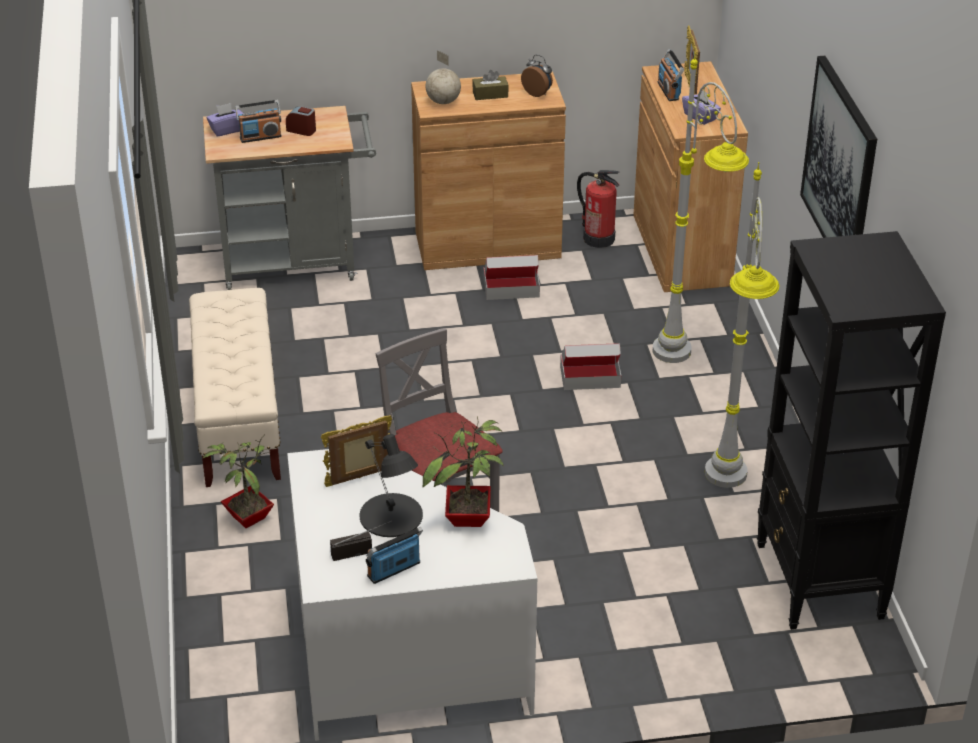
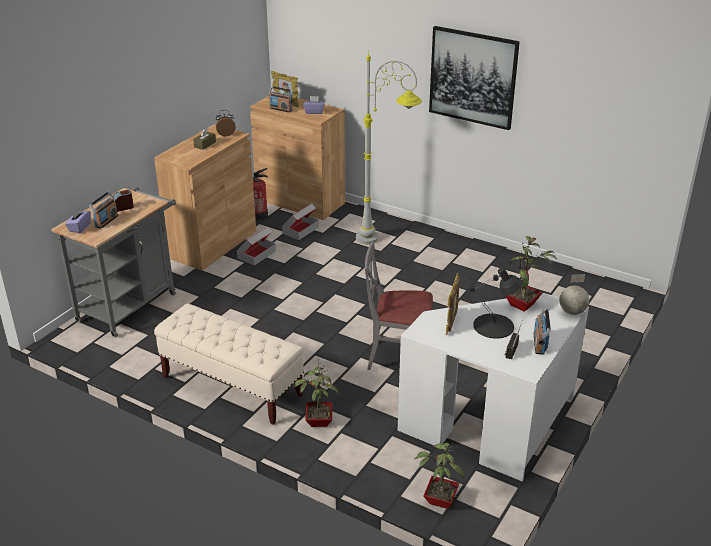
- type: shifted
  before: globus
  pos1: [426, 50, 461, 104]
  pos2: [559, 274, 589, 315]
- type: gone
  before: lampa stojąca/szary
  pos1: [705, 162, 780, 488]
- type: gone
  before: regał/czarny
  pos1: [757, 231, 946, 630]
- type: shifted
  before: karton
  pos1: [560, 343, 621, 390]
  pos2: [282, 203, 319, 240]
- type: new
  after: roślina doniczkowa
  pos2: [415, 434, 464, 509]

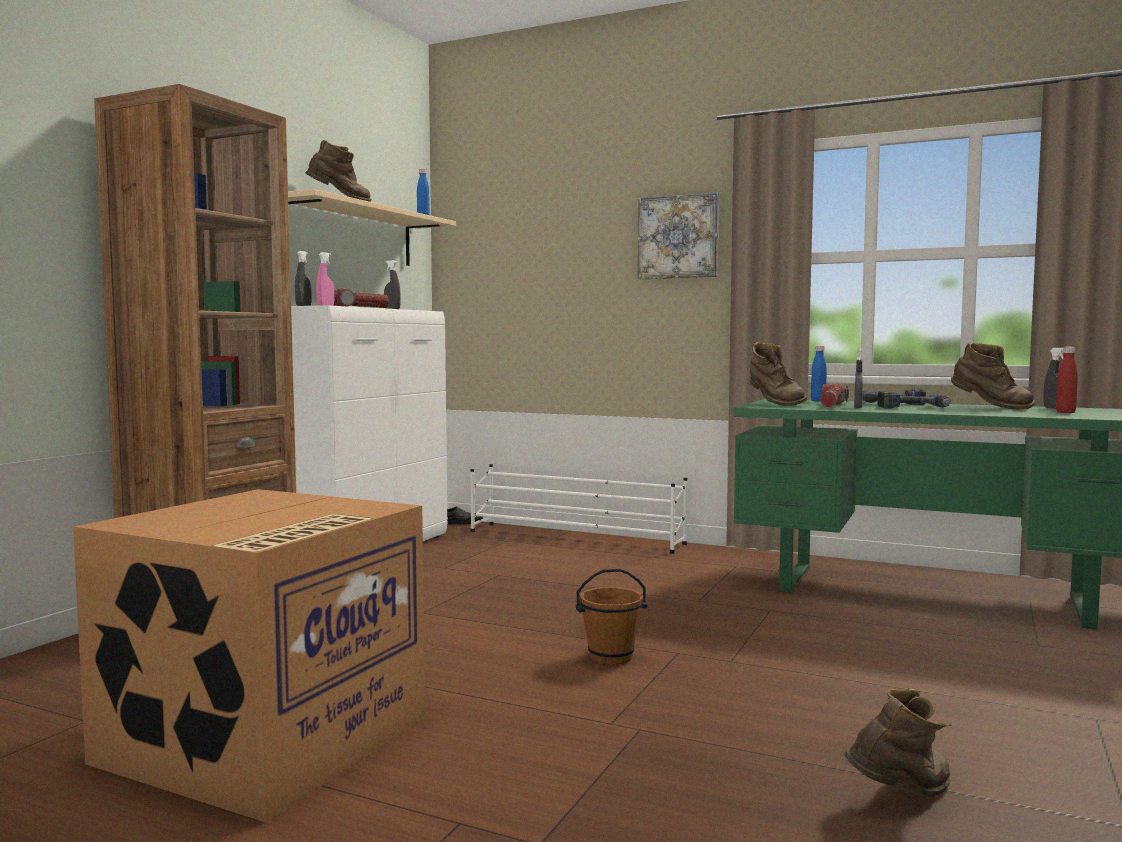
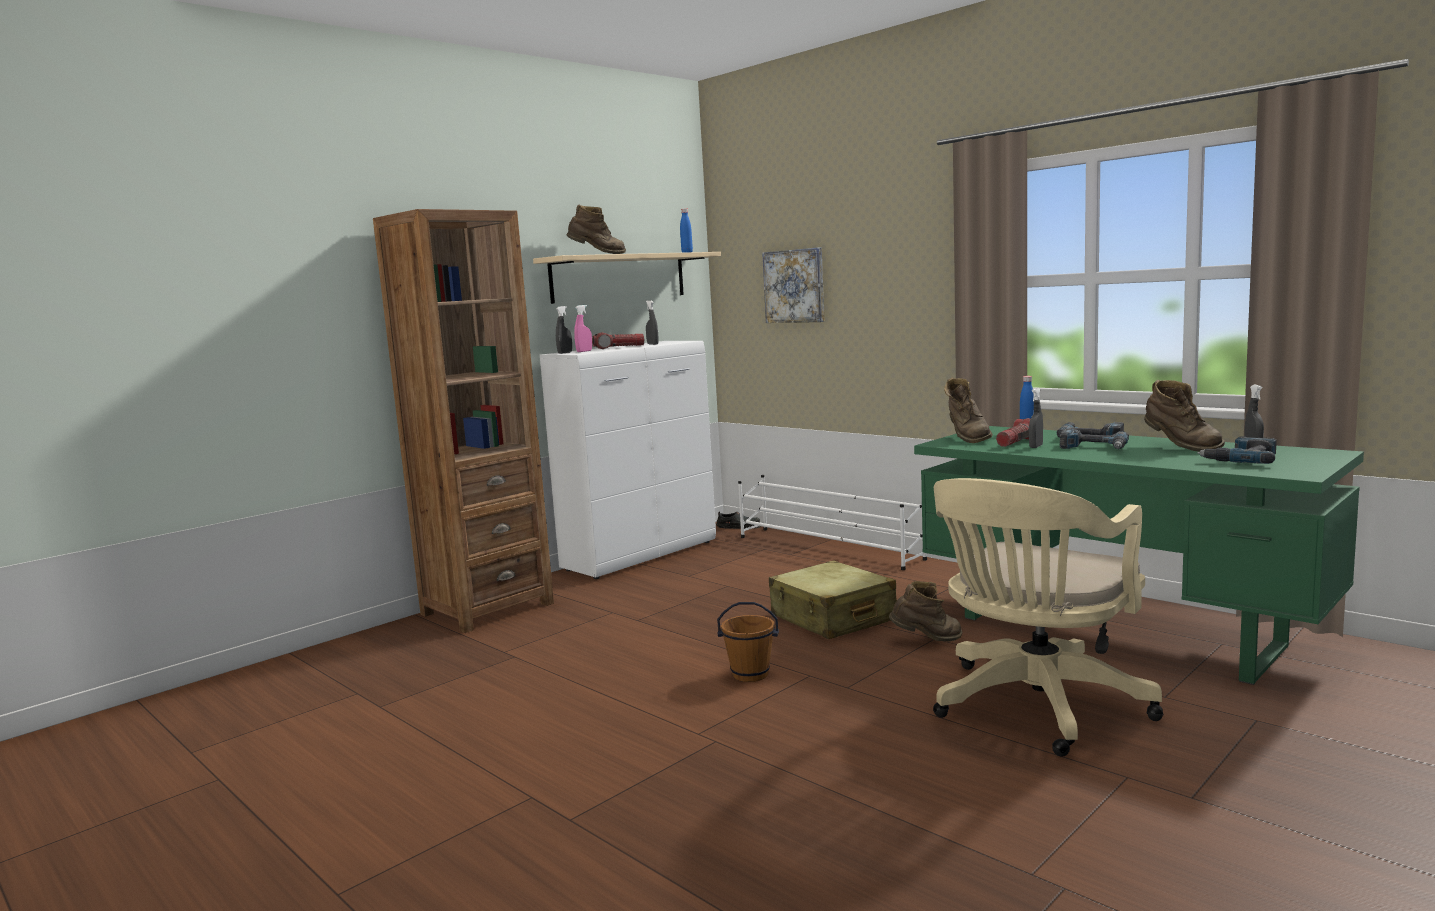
- type: shifted
  before: obraz
  pos1: [638, 192, 719, 279]
  pos2: [762, 247, 824, 323]
- type: swapped
  before: butelka/czerwony
  after: wiertarka
  pos1: [1056, 347, 1078, 413]
  pos2: [1197, 436, 1277, 464]
- type: gone
  before: karton
  pos1: [73, 489, 425, 823]
- type: shifted
  before: but z cholewką/brązowy
  pos1: [845, 689, 952, 798]
  pos2: [889, 581, 963, 641]
- type: new
  after: krzesło biurowe/beżowy
  pos2: [933, 478, 1164, 756]
- type: new
  after: walizka/beżowy
  pos2: [769, 560, 897, 639]

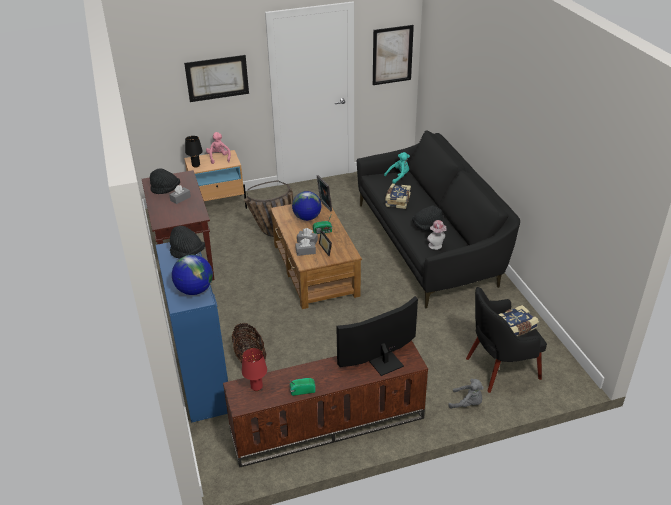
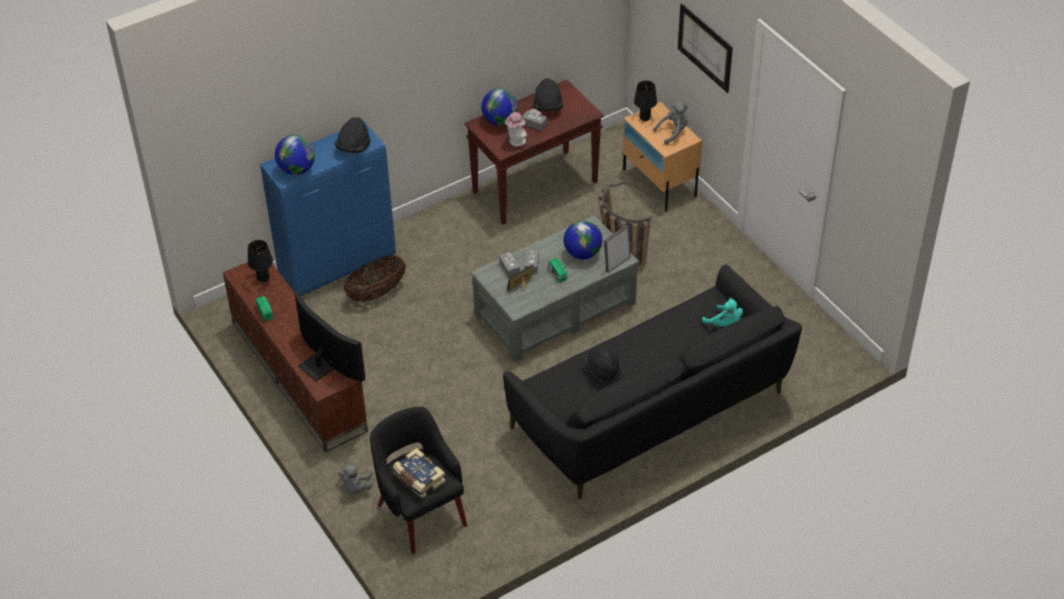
- type: gone
  before: obraz
  pos1: [373, 25, 414, 85]
- type: repainted
  before: pluszak/różowy
  after: pluszak/szary
  pos1: [206, 132, 231, 164]
  pos2: [653, 102, 689, 145]
- type: gone
  before: książka
  pos1: [385, 184, 411, 209]
- type: repainted
  before: ława/brązowy
  after: ława/szary
  pos1: [270, 202, 362, 309]
  pos2: [470, 215, 639, 362]
- type: shifted
  before: kapelusz
  pos1: [427, 220, 447, 250]
  pos2: [505, 112, 527, 147]
- type: repainted
  before: lampa stołowa/czerwony
  after: lampa stołowa/czarny
  pos1: [242, 348, 267, 391]
  pos2: [248, 240, 273, 282]
- type: new
  after: globus
  pos2: [481, 88, 518, 126]

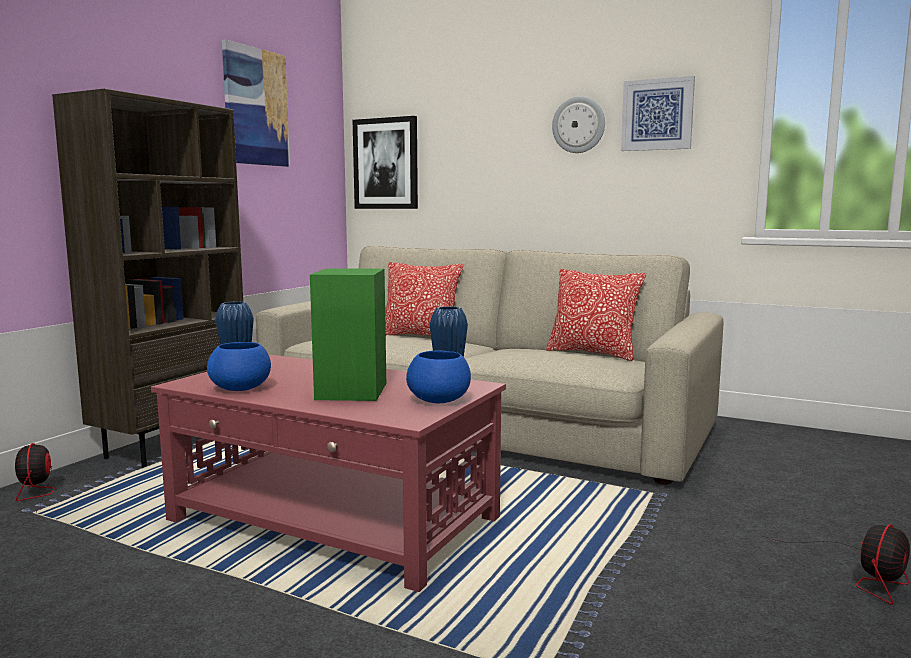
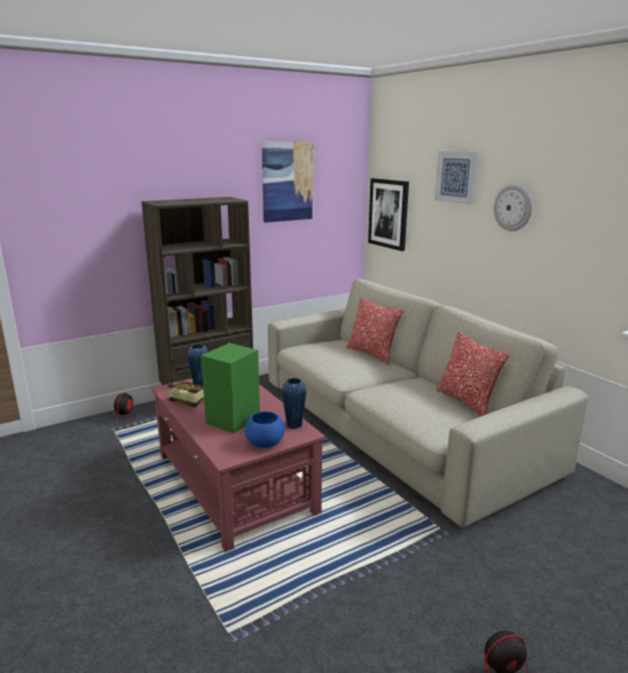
- type: shifted
  before: obraz
  pos1: [621, 76, 695, 151]
  pos2: [435, 151, 478, 205]
- type: swapped
  before: miska/niebieski
  after: książka
  pos1: [207, 342, 271, 391]
  pos2: [166, 381, 204, 407]

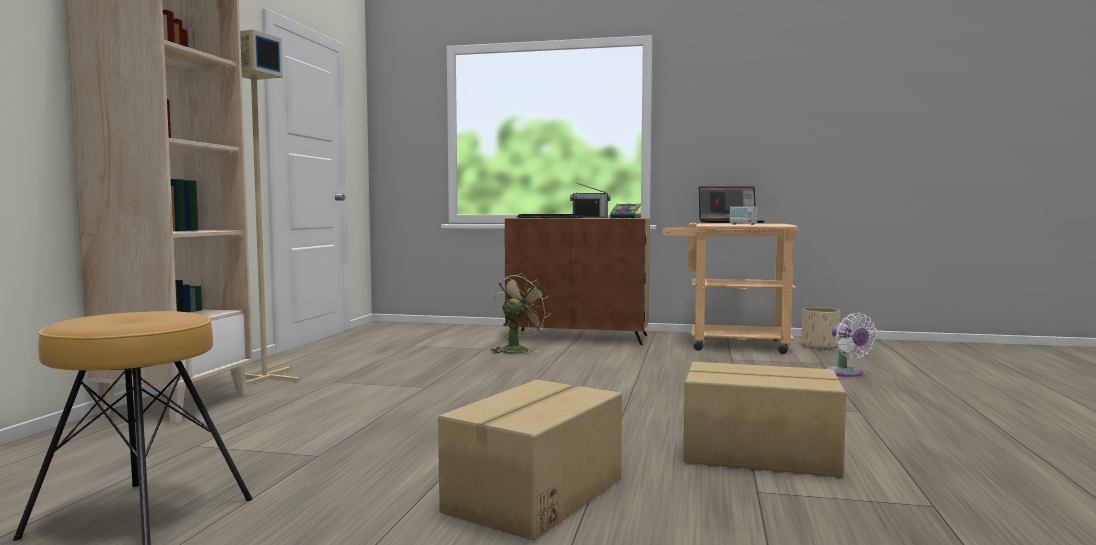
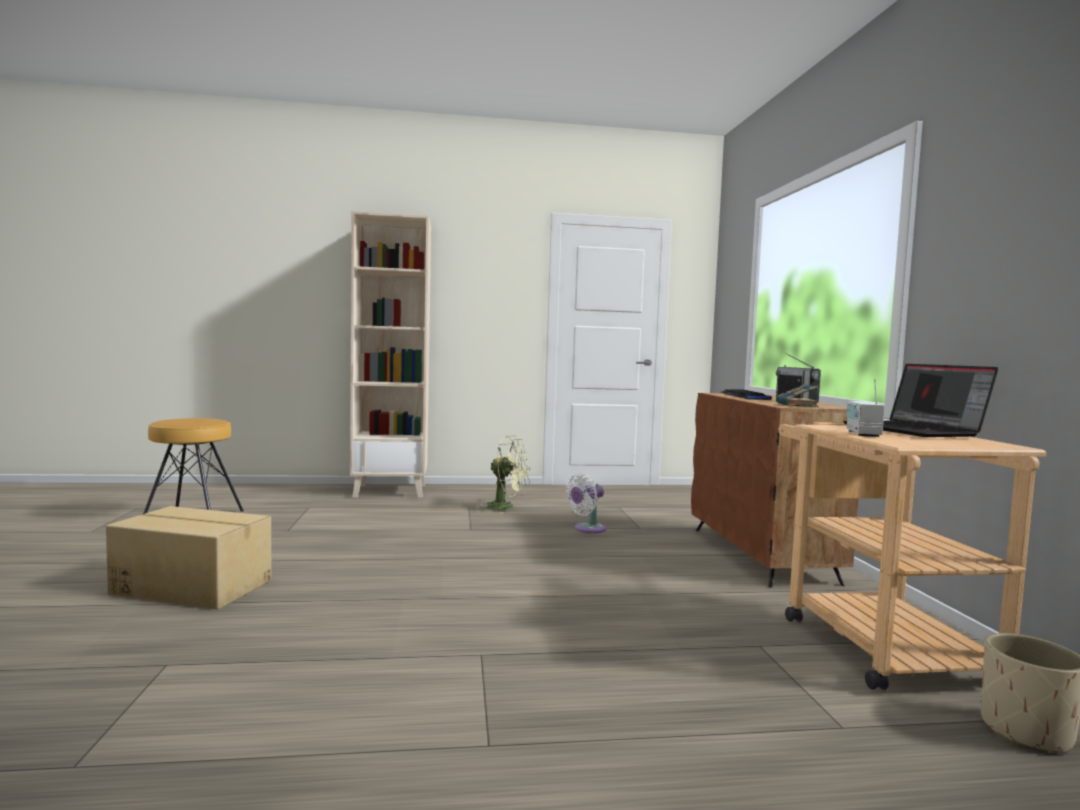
- type: gone
  before: lampa stojąca/beżowy
  pos1: [231, 29, 299, 386]
- type: shifted
  before: wentylator/zielony
  pos1: [490, 273, 551, 354]
  pos2: [482, 435, 530, 514]
- type: shifted
  before: wentylator/biały
  pos1: [827, 313, 877, 377]
  pos2: [565, 473, 606, 533]
- type: gone
  before: karton
  pos1: [683, 362, 846, 477]

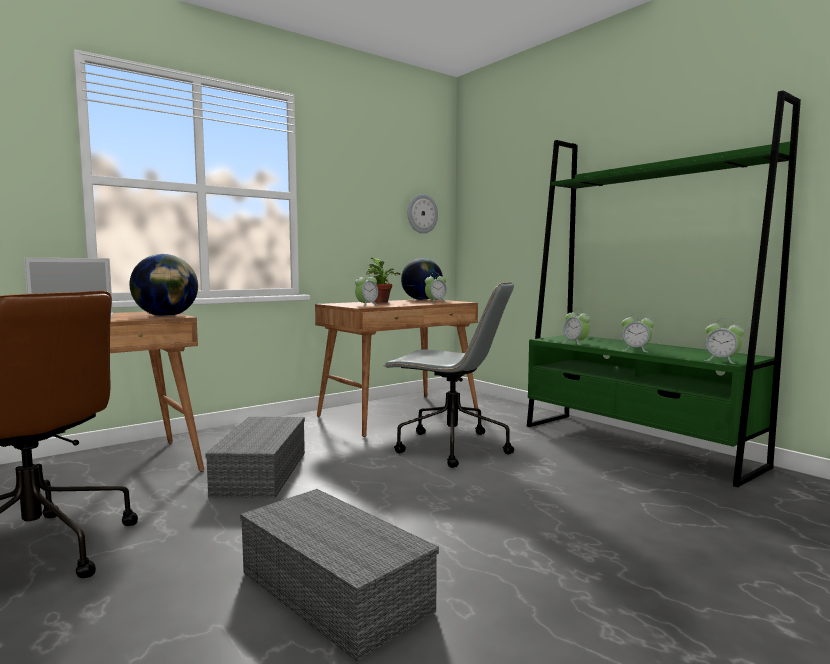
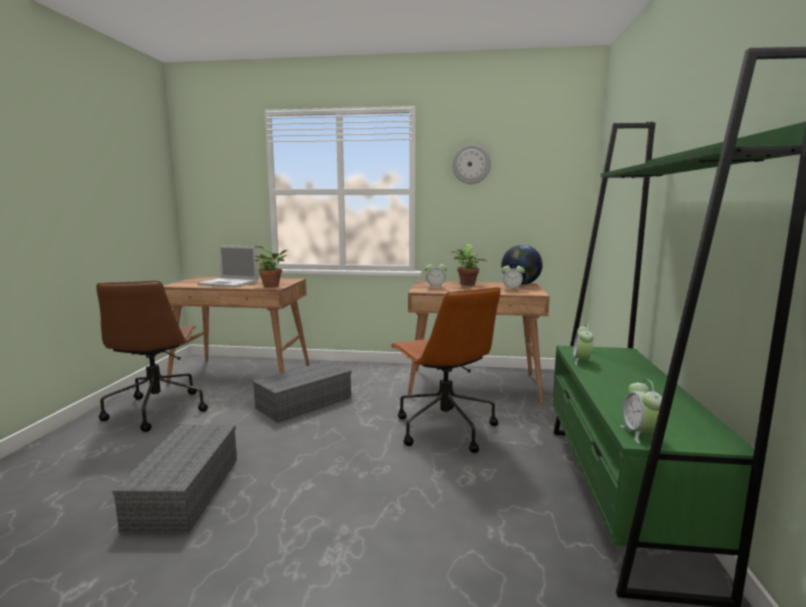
- type: shifted
  before: zegar ścienny
  pos1: [408, 194, 438, 234]
  pos2: [452, 144, 491, 184]
- type: swapped
  before: globus
  after: roślina doniczkowa
  pos1: [130, 254, 198, 317]
  pos2: [254, 246, 288, 288]
- type: repainted
  before: krzesło biurowe/szary
  after: krzesło biurowe/brązowy
  pos1: [383, 281, 514, 468]
  pos2: [390, 287, 500, 453]
- type: gone
  before: budzik
  pos1: [622, 313, 654, 352]

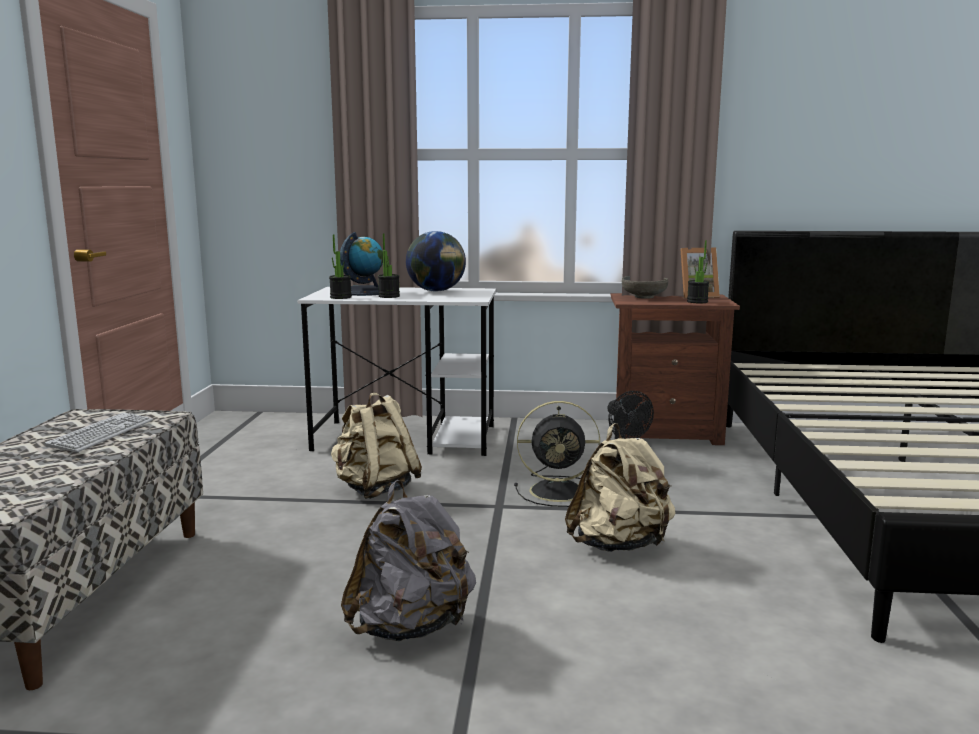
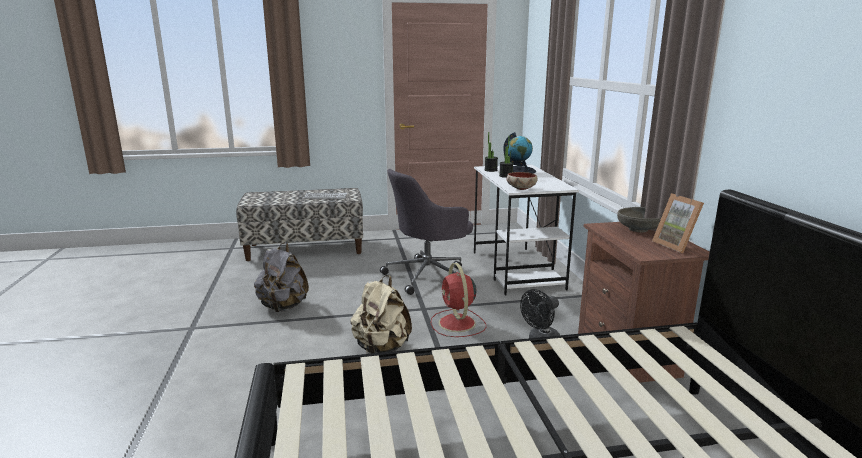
- type: gone
  before: globus
  pos1: [406, 231, 466, 291]
- type: gone
  before: roślina doniczkowa
  pos1: [687, 240, 709, 303]
- type: swapped
  before: plecak/beżowy
  after: krzesło biurowe/szary
  pos1: [331, 393, 422, 499]
  pos2: [380, 169, 473, 295]
- type: repainted
  before: wentylator/czarny
  after: wentylator/czerwony
  pos1: [514, 401, 600, 507]
  pos2: [431, 263, 486, 337]
- type: new
  after: miska
  pos2: [507, 172, 538, 190]

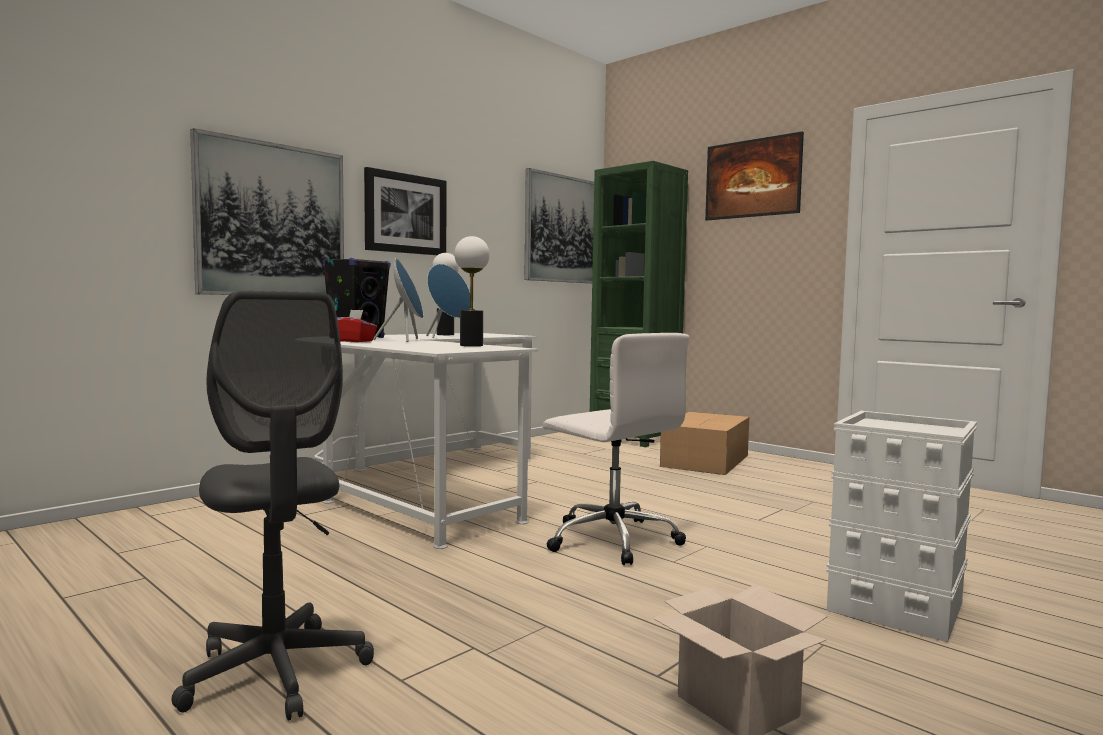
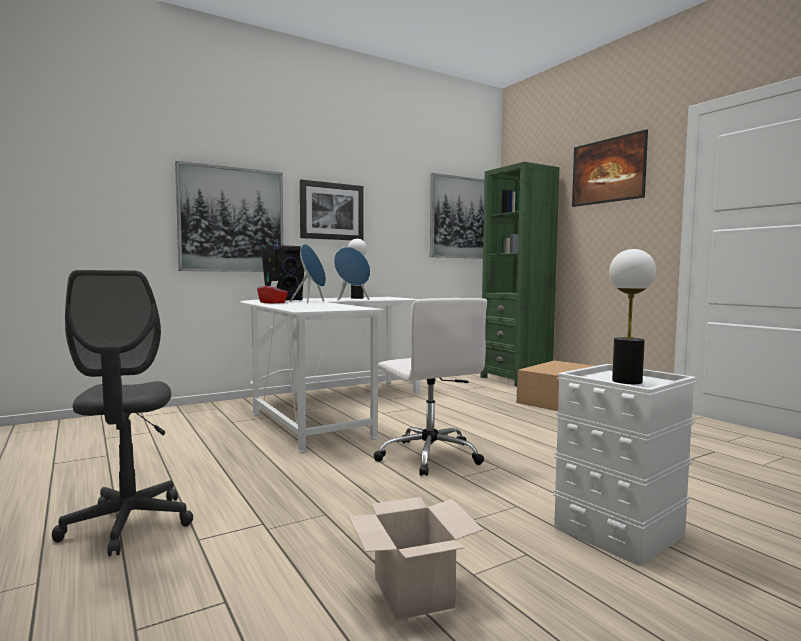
- type: shifted
  before: lampa stołowa
  pos1: [454, 236, 490, 346]
  pos2: [609, 249, 656, 384]

